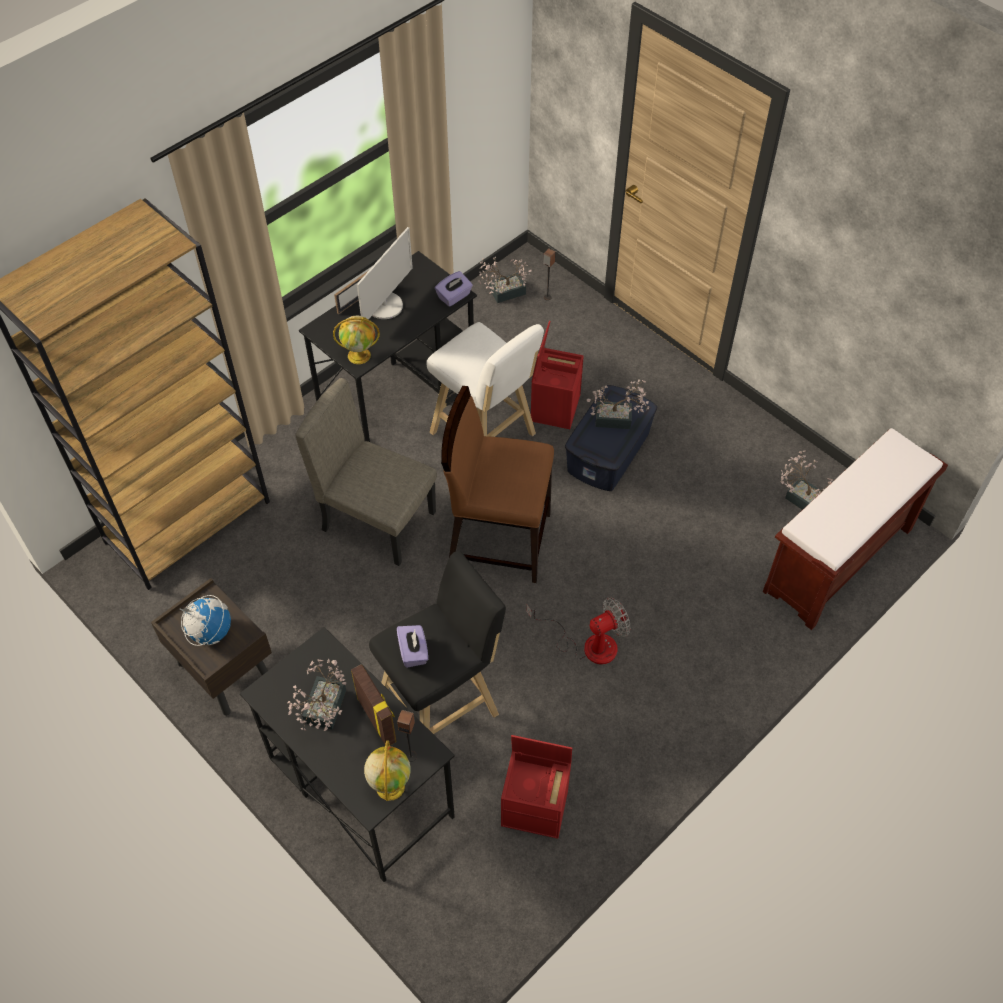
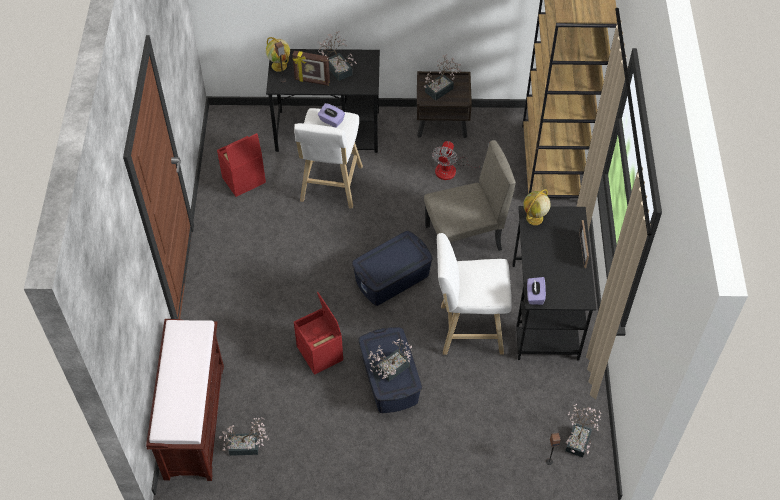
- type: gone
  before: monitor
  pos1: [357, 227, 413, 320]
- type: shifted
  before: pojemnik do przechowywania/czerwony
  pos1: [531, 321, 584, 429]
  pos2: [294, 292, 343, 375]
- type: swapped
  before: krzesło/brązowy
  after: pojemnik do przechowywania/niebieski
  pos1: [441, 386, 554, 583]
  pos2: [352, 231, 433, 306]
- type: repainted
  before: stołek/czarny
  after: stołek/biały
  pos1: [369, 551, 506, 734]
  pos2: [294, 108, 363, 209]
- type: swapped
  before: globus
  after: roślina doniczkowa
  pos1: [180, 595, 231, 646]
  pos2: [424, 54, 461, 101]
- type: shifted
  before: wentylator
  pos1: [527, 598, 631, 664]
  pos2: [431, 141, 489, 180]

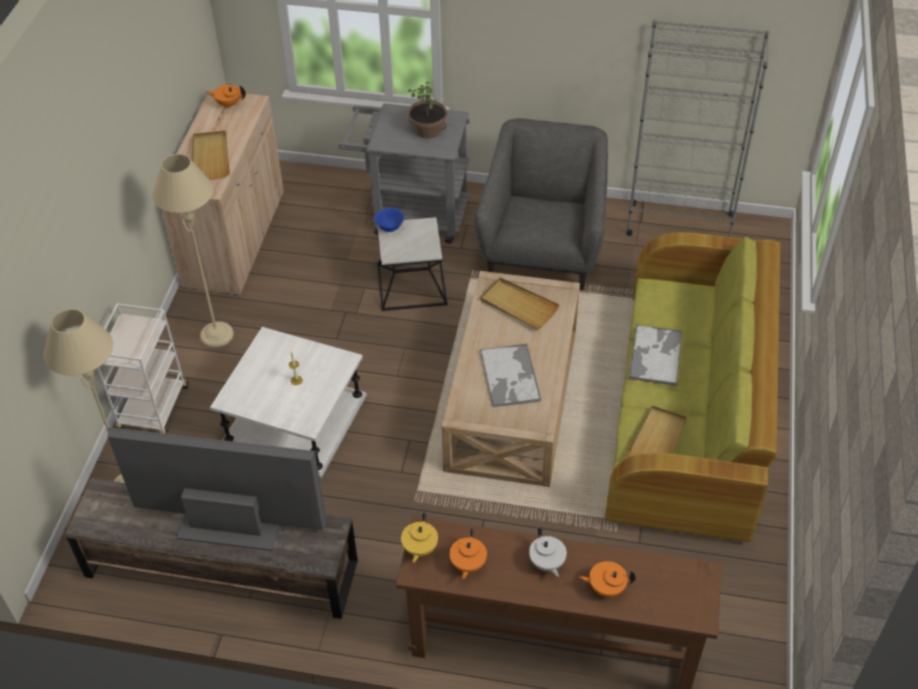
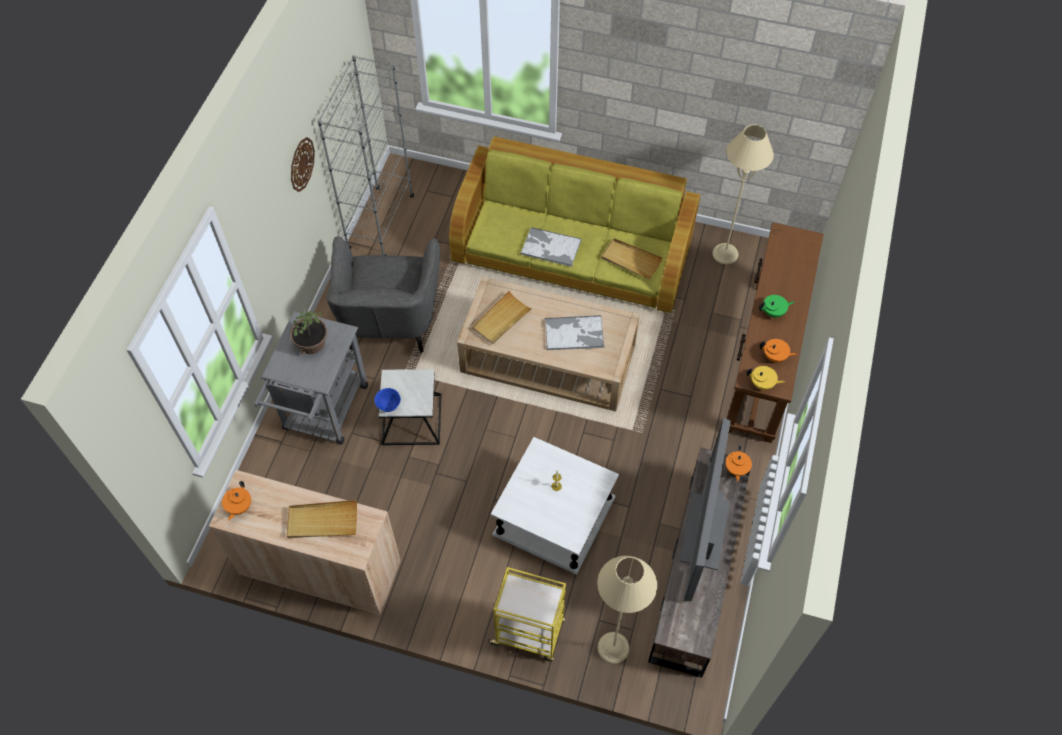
- type: rotated
  before: fotel/szary
  pos1: [475, 118, 608, 290]
  pos2: [327, 236, 440, 353]
  turn: -105
- type: shifted
  before: lampa stojąca/beżowy
  pos1: [152, 154, 234, 348]
  pos2: [712, 124, 774, 264]
- type: repainted
  before: wózek/biały
  after: wózek/żółty
  pos1: [97, 303, 190, 434]
  pos2: [488, 567, 566, 662]
- type: repainted
  before: imbryk/biały
  after: imbryk/zielony
  pos1: [529, 527, 567, 577]
  pos2: [759, 295, 794, 318]
- type: shifted
  before: imbryk/pomarańczowy
  pos1: [578, 561, 636, 597]
  pos2: [726, 445, 752, 481]
- type: new
  after: zegar ścienny
  pos2: [291, 137, 315, 192]

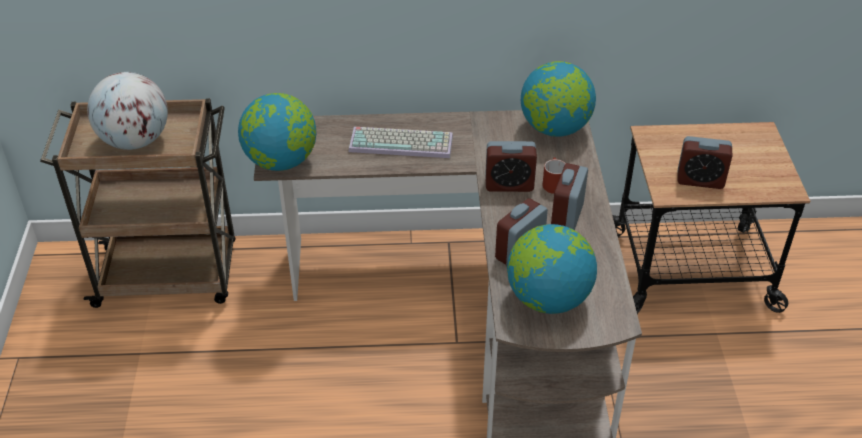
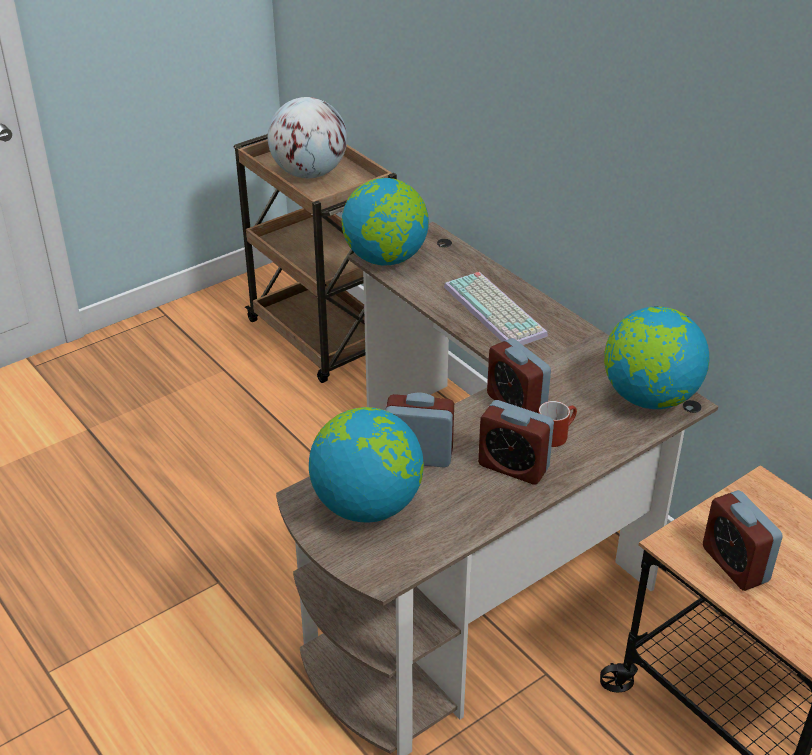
- type: rotated
  before: budzik
  pos1: [551, 163, 588, 230]
  pos2: [478, 400, 554, 484]
  turn: -135

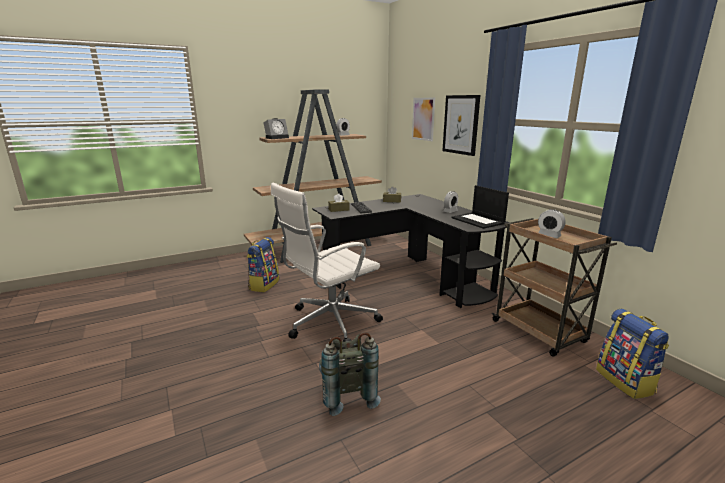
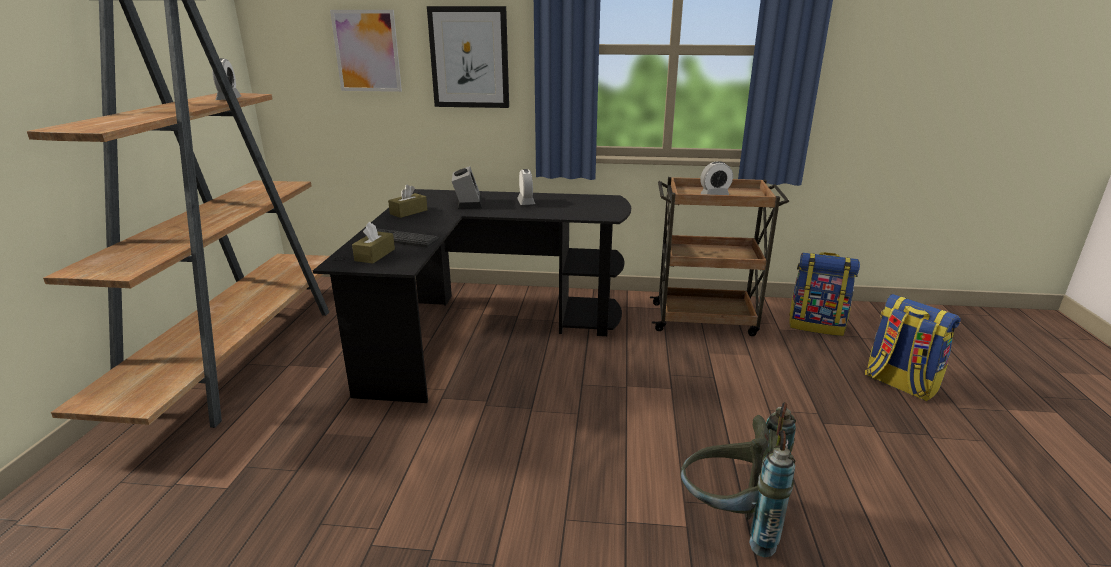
- type: shifted
  before: budzik
  pos1: [263, 118, 289, 139]
  pos2: [452, 166, 482, 209]
- type: gone
  before: krzesło biurowe/biały
  pos1: [271, 183, 383, 342]
- type: gone
  before: laptop
  pos1: [452, 185, 509, 229]
- type: shifted
  before: plecak
  pos1: [247, 237, 279, 292]
  pos2: [865, 294, 961, 402]

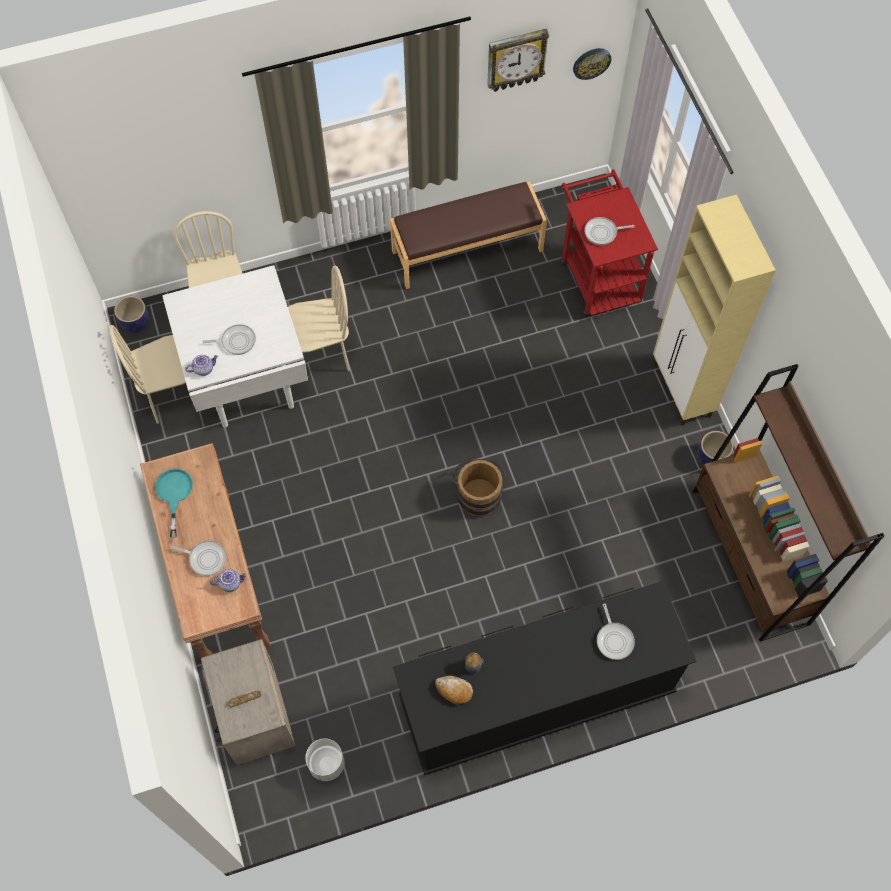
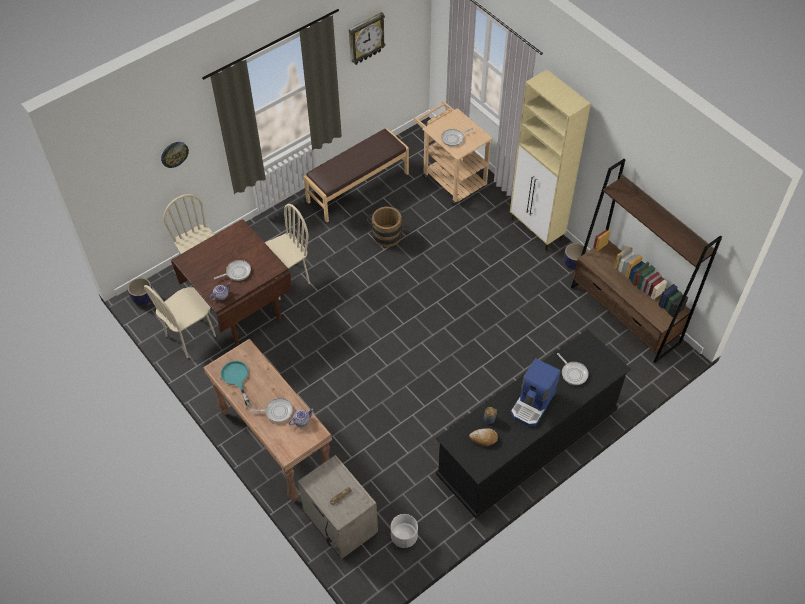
- type: shifted
  before: zegar ścienny
  pos1: [573, 48, 611, 80]
  pos2: [161, 142, 189, 168]
- type: repainted
  before: wózek/czerwony
  after: wózek/beżowy
  pos1: [560, 169, 658, 317]
  pos2: [414, 101, 493, 205]
- type: repainted
  before: stół jadalny/biały
  after: stół jadalny/brązowy
  pos1: [162, 265, 308, 427]
  pos2: [171, 219, 291, 346]
- type: shifted
  before: wiadro/brązowy
  pos1: [453, 459, 506, 516]
  pos2: [367, 207, 402, 247]
- type: new
  after: ekspres do kawy
  pos2: [511, 358, 561, 427]

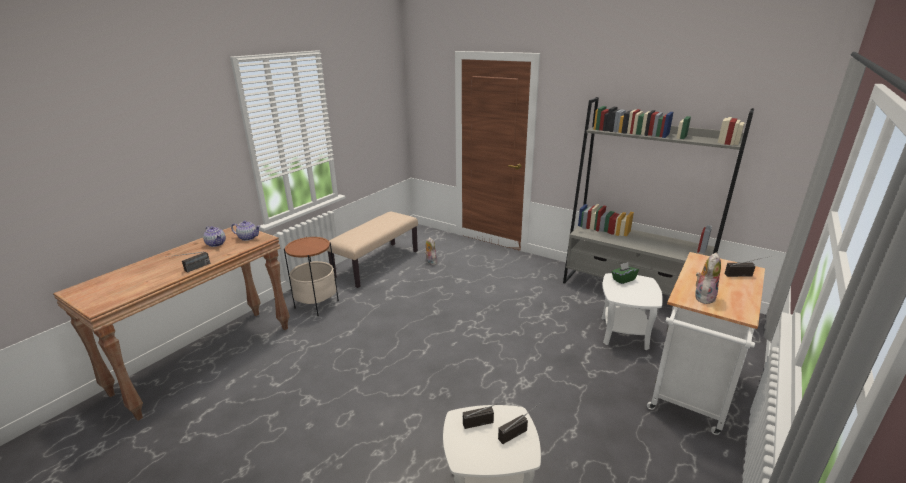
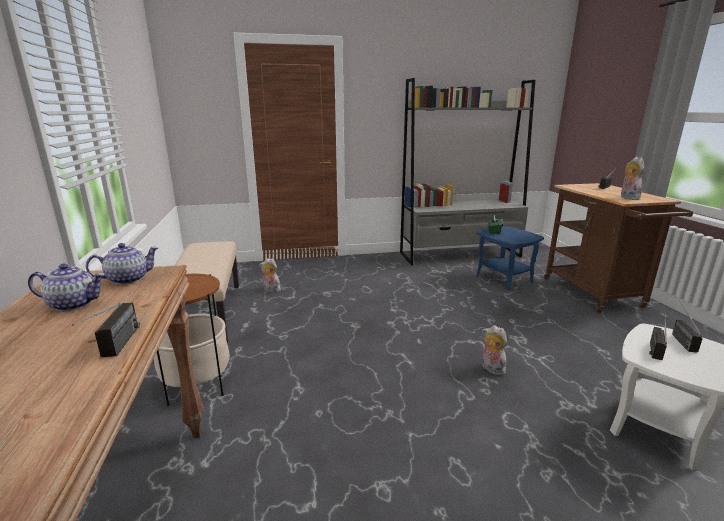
- type: repainted
  before: wózek/biały
  after: wózek/brązowy
  pos1: [647, 252, 765, 435]
  pos2: [544, 183, 693, 313]
- type: repainted
  before: stolik/biały
  after: stolik/niebieski
  pos1: [601, 273, 663, 350]
  pos2: [476, 226, 544, 290]
- type: new
  after: pluszak
  pos2: [482, 325, 507, 376]

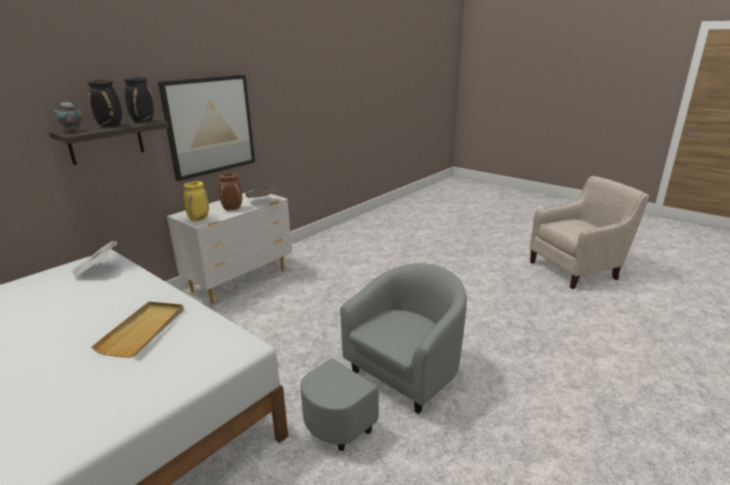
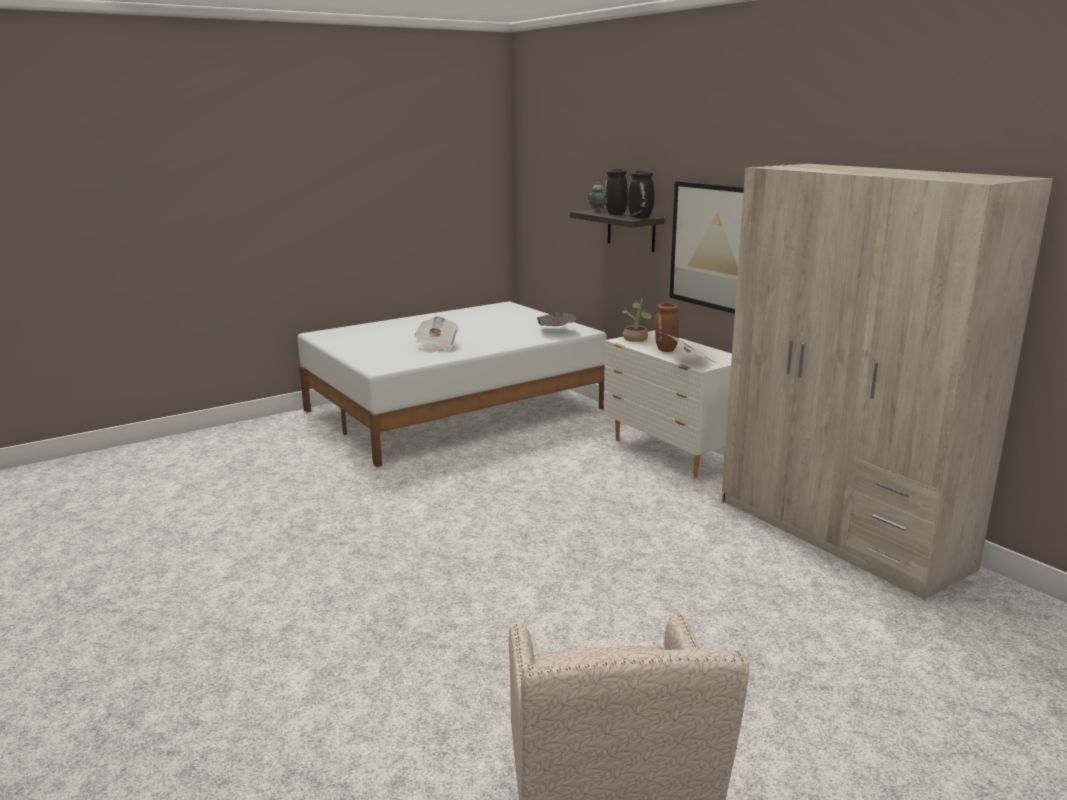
- type: swapped
  before: wazon/żółty
  after: roślina doniczkowa
  pos1: [183, 181, 209, 221]
  pos2: [622, 297, 652, 342]
- type: gone
  before: fotel/szary
  pos1: [301, 263, 467, 451]
- type: swapped
  before: taca/beżowy
  after: gazeta
  pos1: [92, 302, 184, 358]
  pos2: [415, 316, 459, 353]
- type: new
  after: szafa/beżowy
  pos2: [722, 163, 1053, 600]

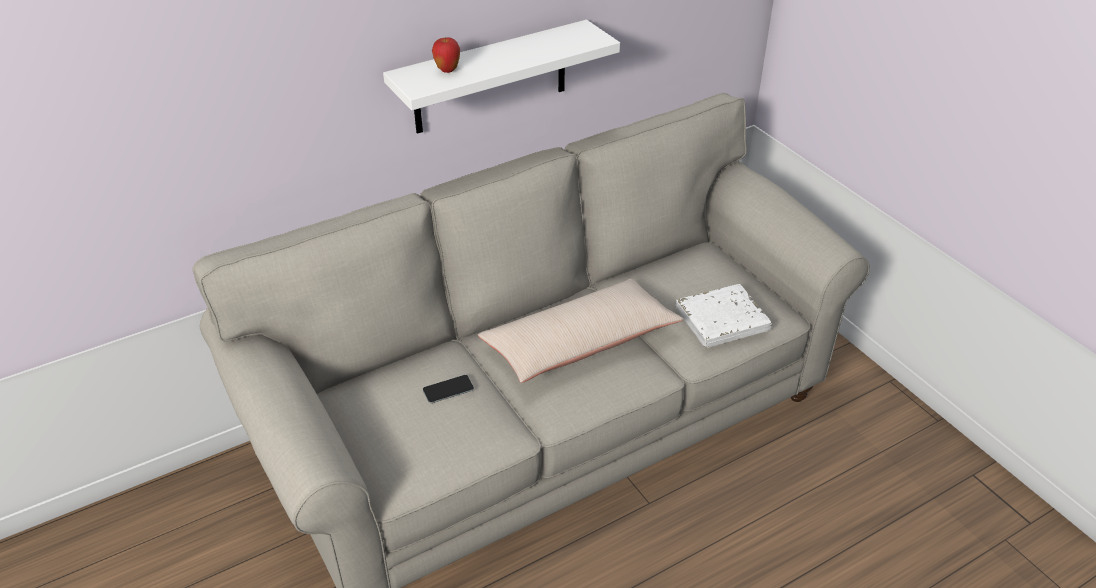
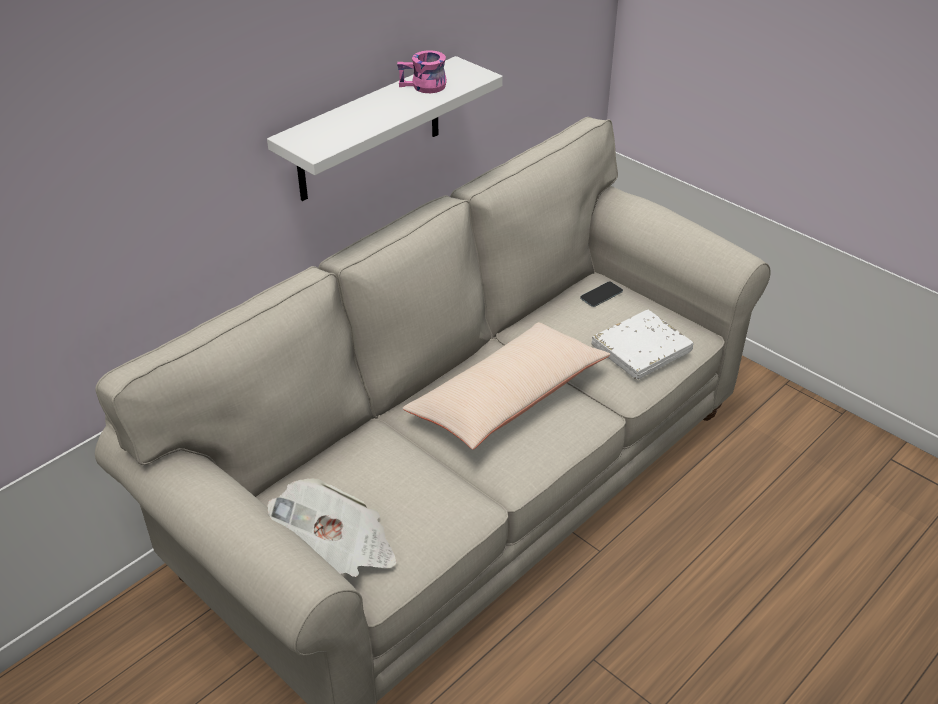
- type: gone
  before: jabłko
  pos1: [432, 37, 460, 73]
- type: shifted
  before: telefon
  pos1: [423, 375, 474, 403]
  pos2: [580, 282, 623, 307]
- type: new
  after: kubek/różowy
  pos2: [397, 50, 447, 93]
- type: new
  after: gazeta
  pos2: [267, 478, 397, 577]

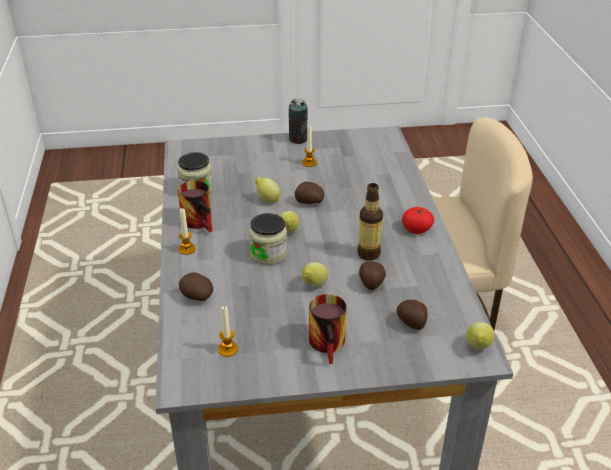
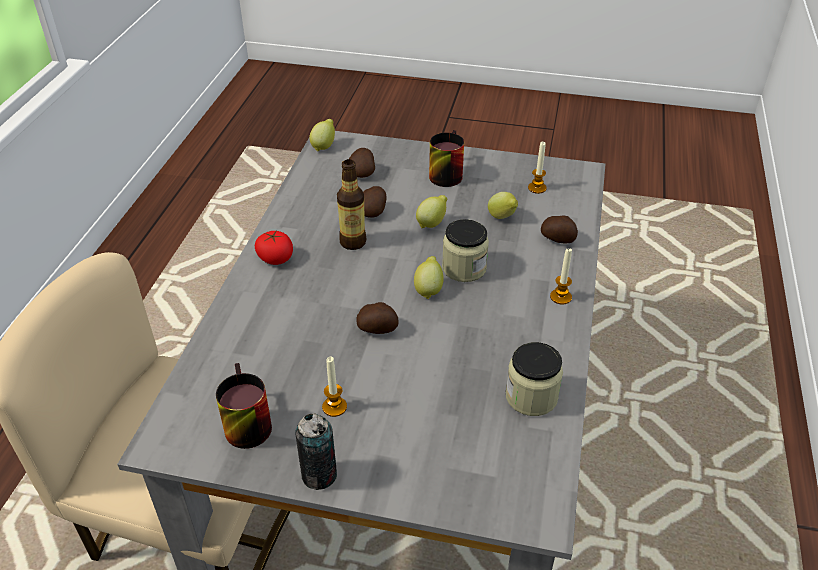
- type: shifted
  before: cytryna
  pos1: [255, 177, 281, 203]
  pos2: [488, 192, 518, 219]
- type: shifted
  before: kubek
  pos1: [178, 181, 212, 232]
  pos2: [216, 363, 272, 449]

